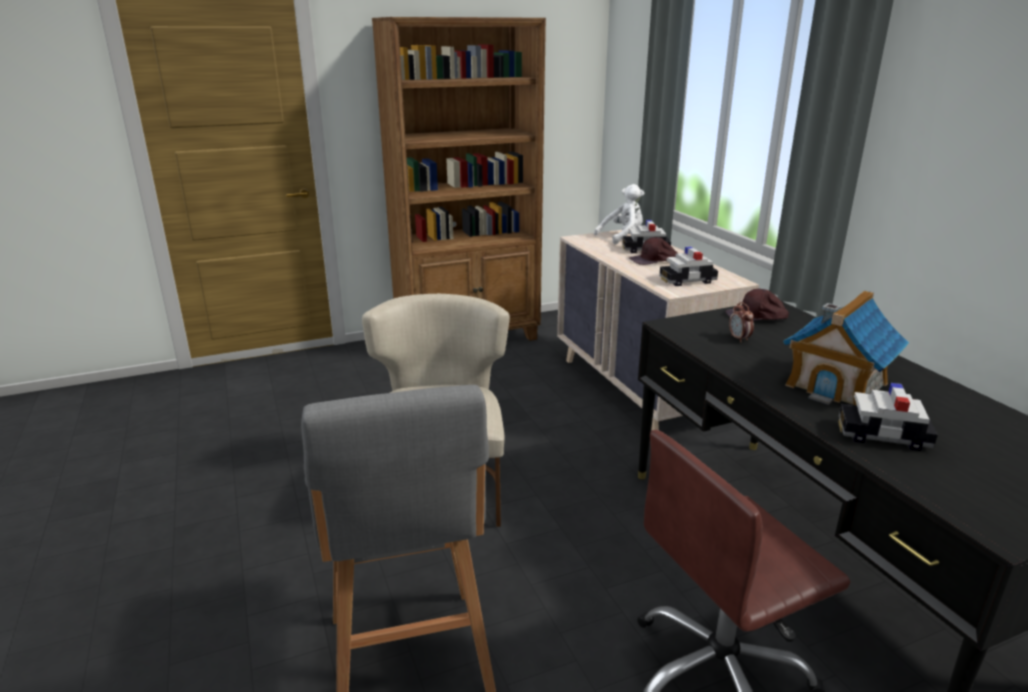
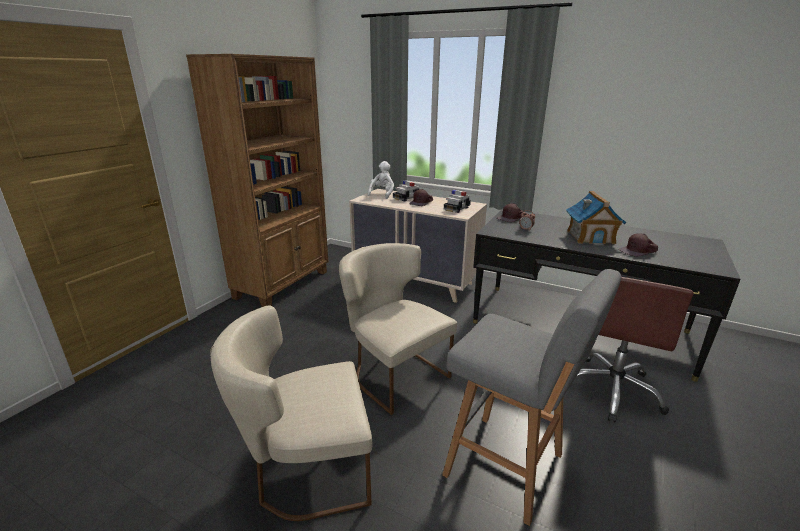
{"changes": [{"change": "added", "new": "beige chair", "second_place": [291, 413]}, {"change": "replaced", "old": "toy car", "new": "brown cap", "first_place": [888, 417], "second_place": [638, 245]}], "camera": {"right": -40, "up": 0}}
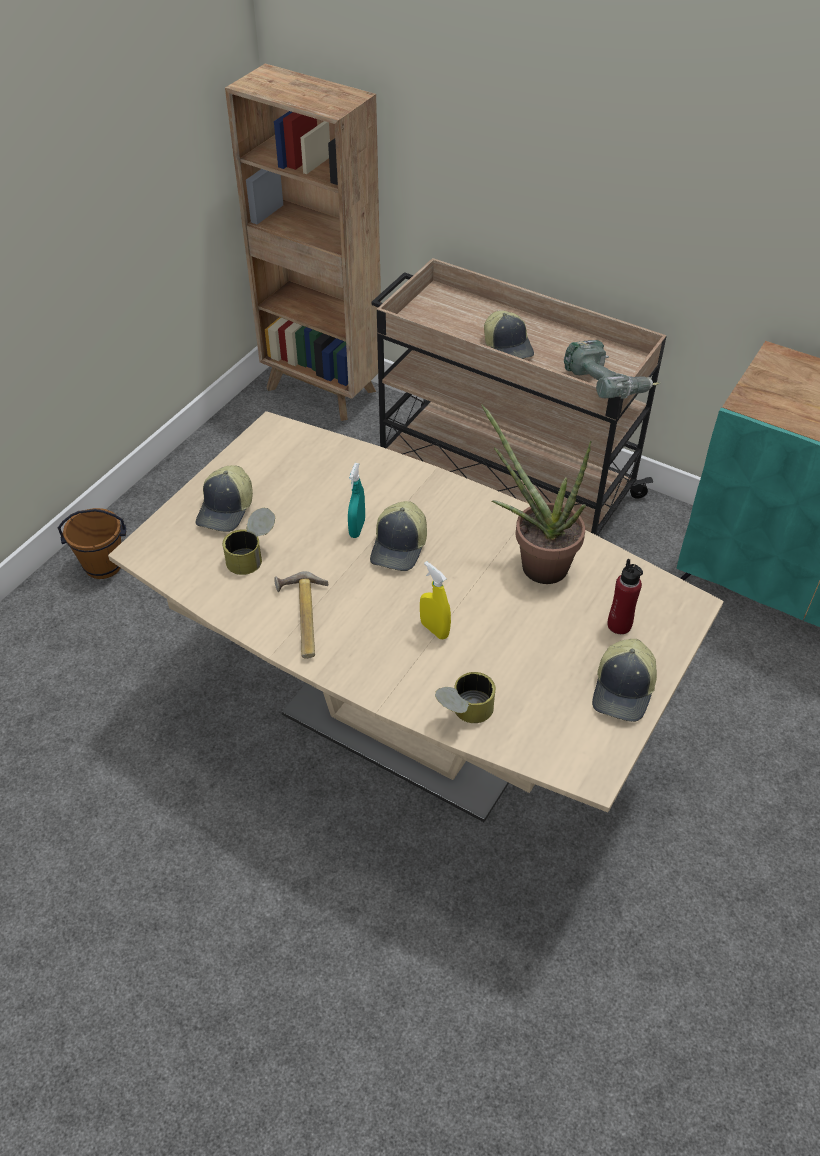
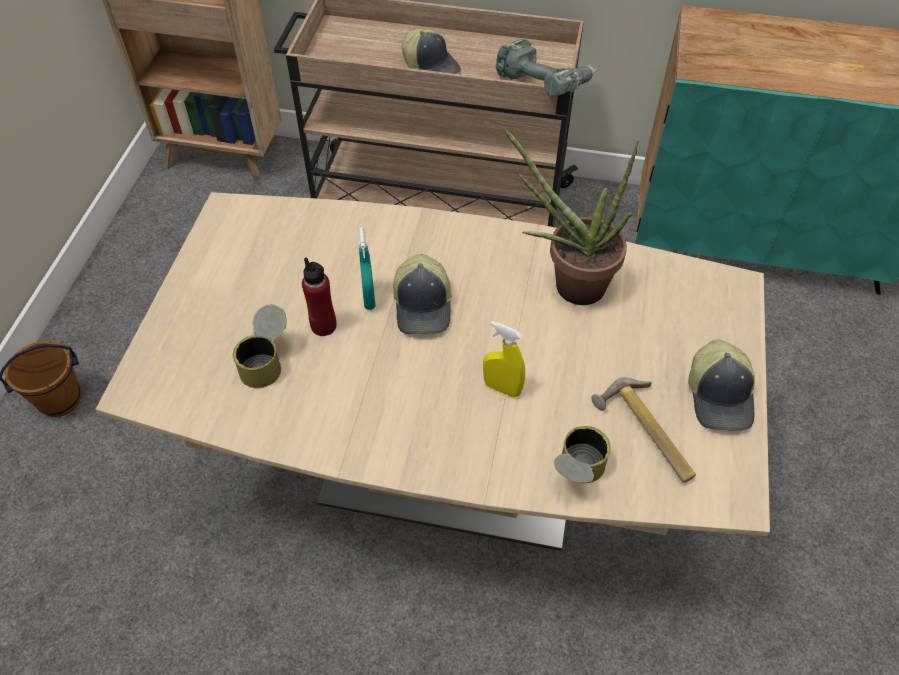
{"changes": [{"change": "removed", "old": "cap", "first_place": [224, 498]}, {"change": "moved", "old": "hammer", "first_place": [301, 615], "second_place": [643, 430]}, {"change": "moved", "old": "red bottle", "first_place": [625, 596], "second_place": [319, 297]}], "camera": {"right": -20, "up": 5}}
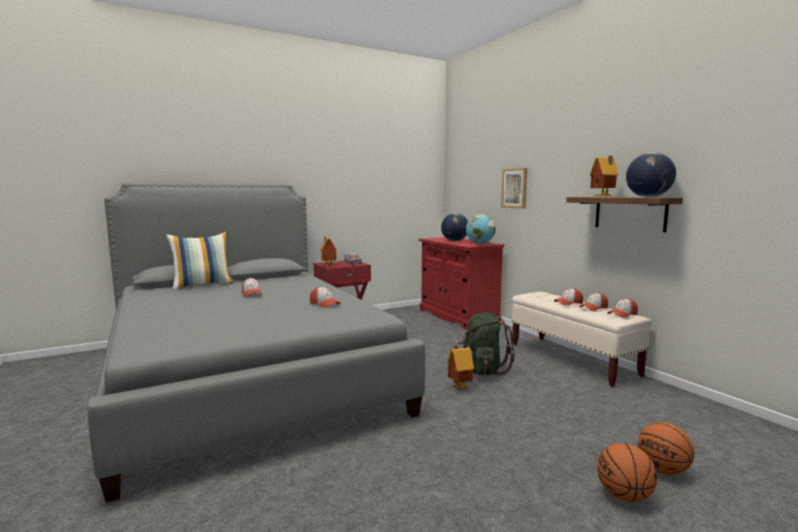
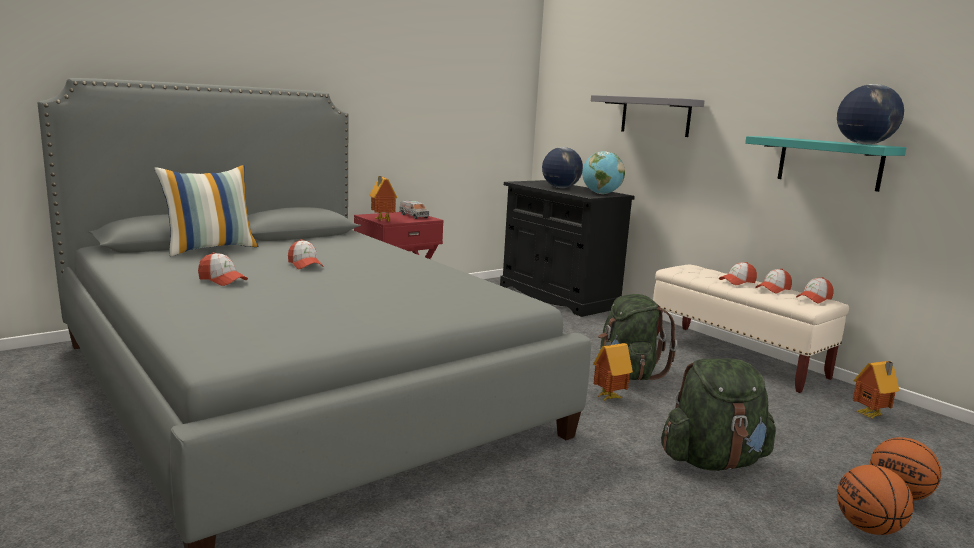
{"changes": [{"change": "added", "new": "green backpack", "second_place": [718, 415]}, {"change": "moved", "old": "cap", "first_place": [325, 297], "second_place": [223, 269]}, {"change": "moved", "old": "toy house", "first_place": [604, 176], "second_place": [876, 390]}, {"change": "replaced", "old": "picture", "new": "grey shelf", "first_place": [514, 188], "second_place": [648, 116]}, {"change": "recoloured", "old": "red cabinet", "new": "black cabinet", "first_place": [461, 283], "second_place": [567, 248]}, {"change": "recoloured", "old": "brown shelf", "new": "turquoise shelf", "first_place": [624, 214], "second_place": [825, 164]}], "camera": {"right": -10, "up": 5}}
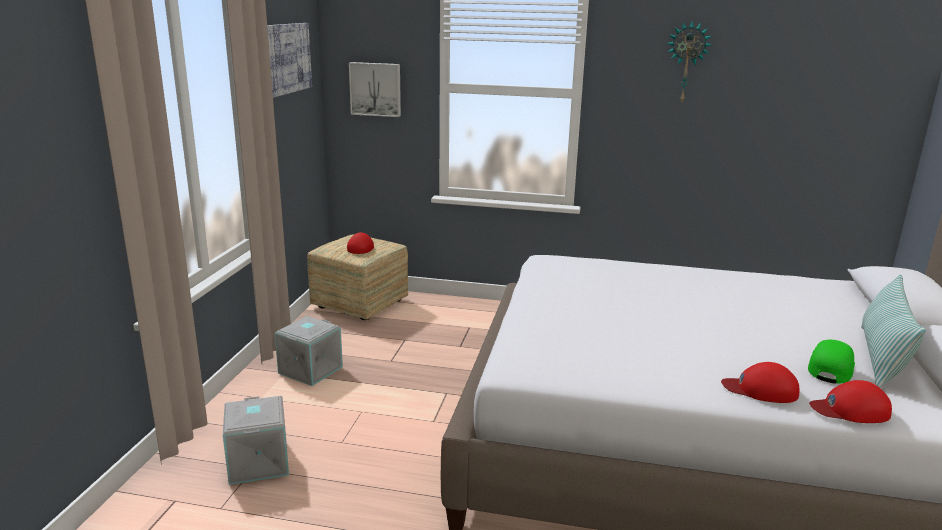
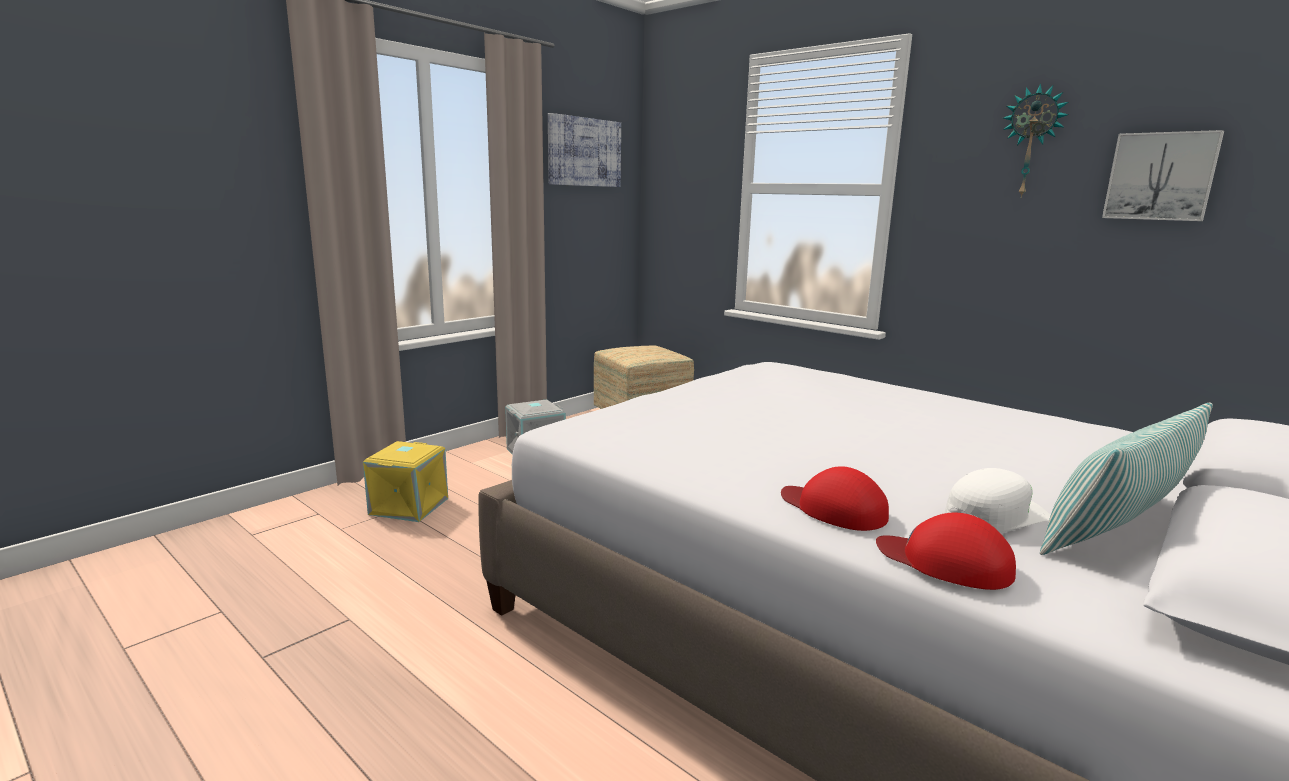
{"changes": [{"change": "removed", "old": "red cap", "first_place": [360, 243]}, {"change": "moved", "old": "picture", "first_place": [375, 89], "second_place": [1163, 175]}, {"change": "recoloured", "old": "grey storage box", "new": "yellow storage box", "first_place": [256, 440], "second_place": [405, 481]}, {"change": "recoloured", "old": "green cap", "new": "white cap", "first_place": [831, 362], "second_place": [998, 500]}], "camera": {"right": 30, "up": -5}}
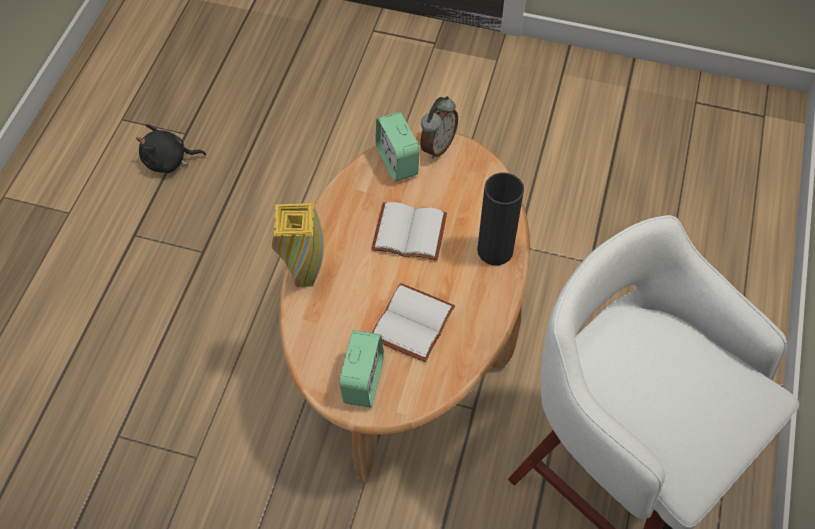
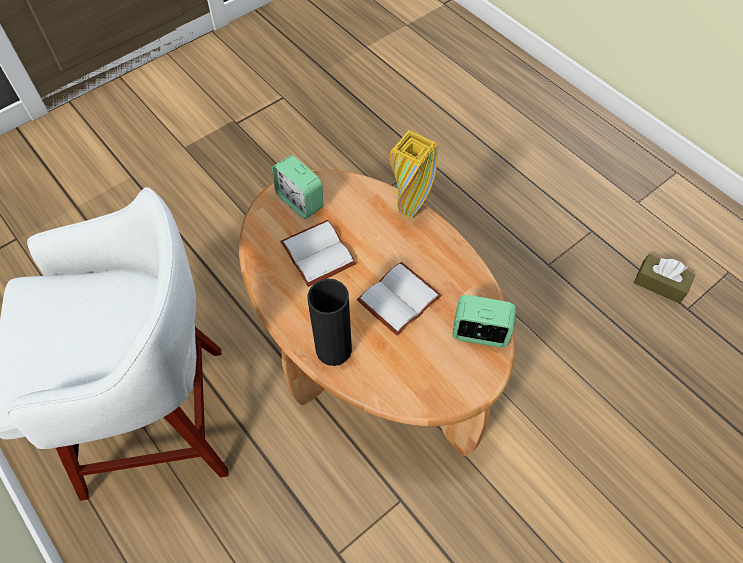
{"changes": [{"change": "removed", "old": "alarm clock", "first_place": [439, 127]}, {"change": "replaced", "old": "black plush toy", "new": "brown tissue box", "first_place": [171, 148], "second_place": [664, 279]}], "camera": {"right": 125, "up": 0}}
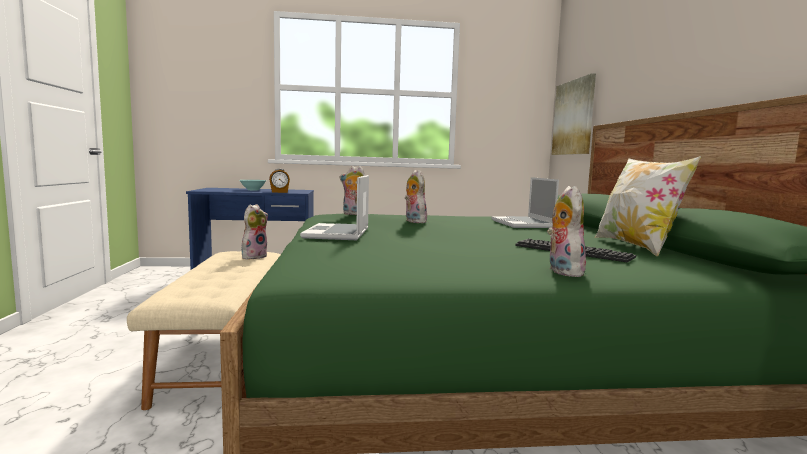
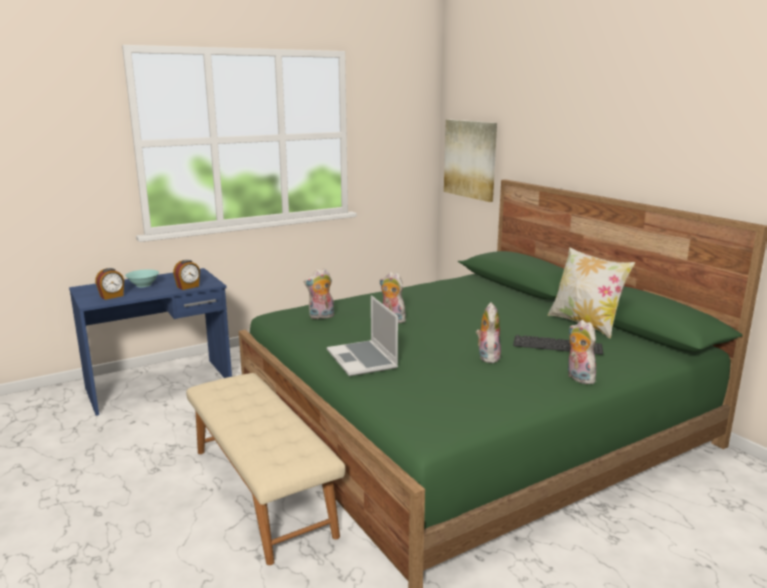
{"changes": [{"change": "removed", "old": "laptop", "first_place": [525, 202]}, {"change": "added", "new": "alarm clock", "second_place": [109, 284]}, {"change": "moved", "old": "plush toy", "first_place": [255, 231], "second_place": [488, 333]}], "camera": {"right": -25, "up": 10}}
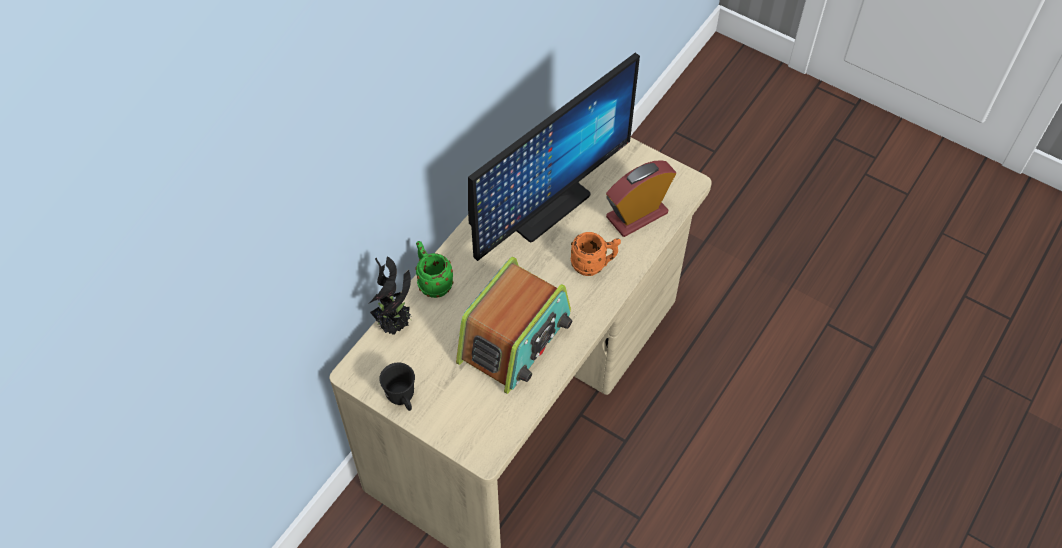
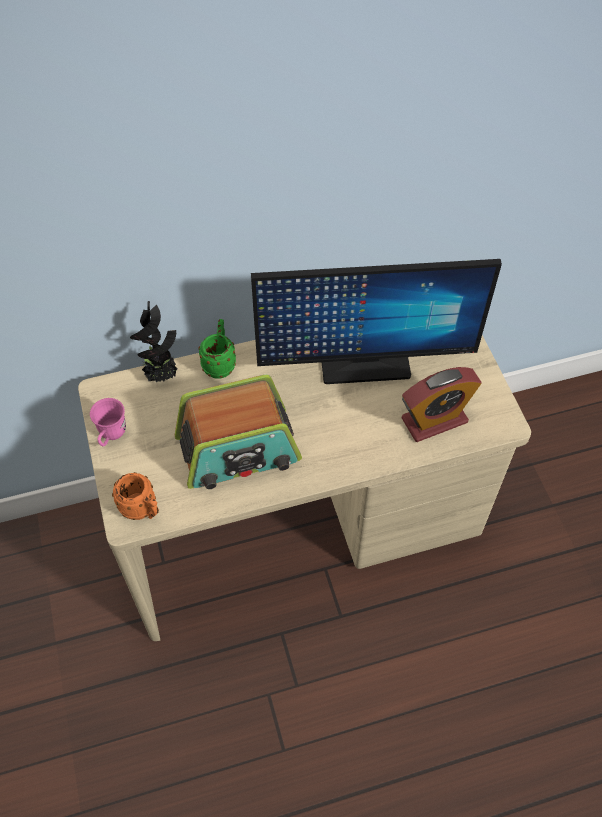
{"changes": [{"change": "moved", "old": "orange mug", "first_place": [596, 254], "second_place": [135, 496]}, {"change": "recoloured", "old": "black mug", "new": "pink mug", "first_place": [397, 387], "second_place": [108, 422]}, {"change": "turned", "old": "alarm clock", "first_place": [641, 198], "second_place": [442, 404], "degrees": 150}], "camera": {"right": 40, "up": 0}}
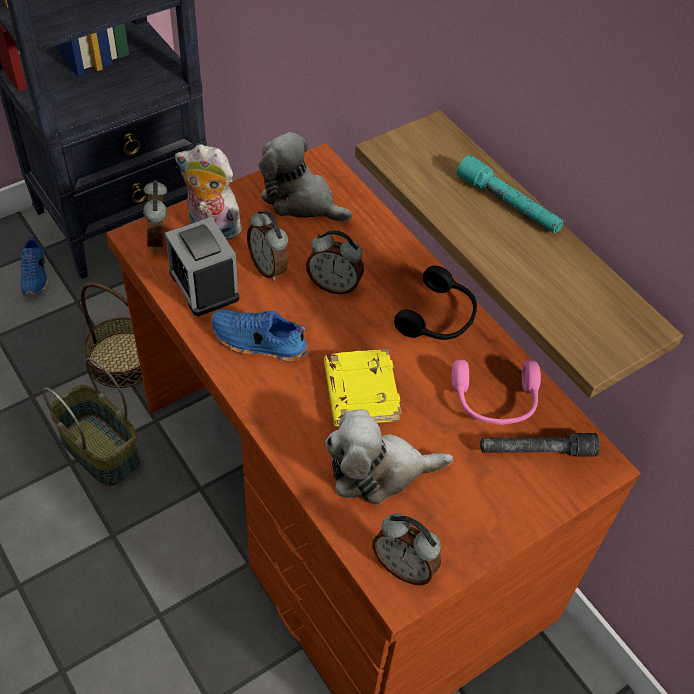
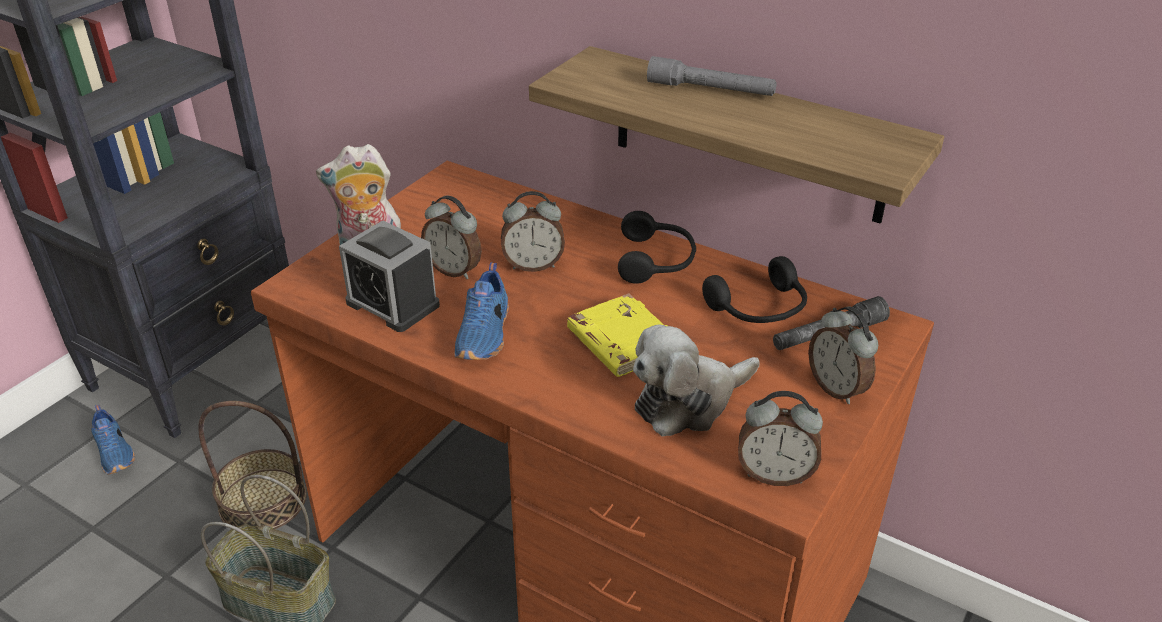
{"changes": [{"change": "removed", "old": "plush toy", "first_place": [305, 177]}, {"change": "moved", "old": "alarm clock", "first_place": [155, 216], "second_place": [843, 355]}, {"change": "recoloured", "old": "pink headphones", "new": "black headphones", "first_place": [496, 392], "second_place": [754, 289]}, {"change": "recoloured", "old": "turquoise flashlight", "new": "grey flashlight", "first_place": [510, 194], "second_place": [712, 76]}, {"change": "turned", "old": "blue shoe", "first_place": [259, 335], "second_place": [481, 311], "degrees": -75}], "camera": {"right": -20, "up": -15}}
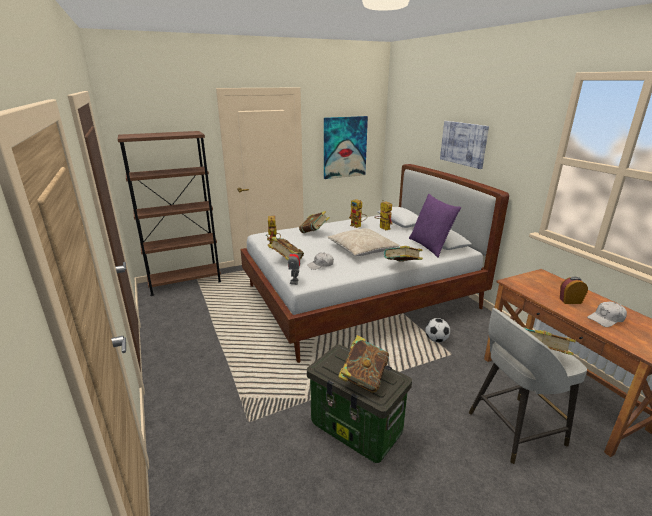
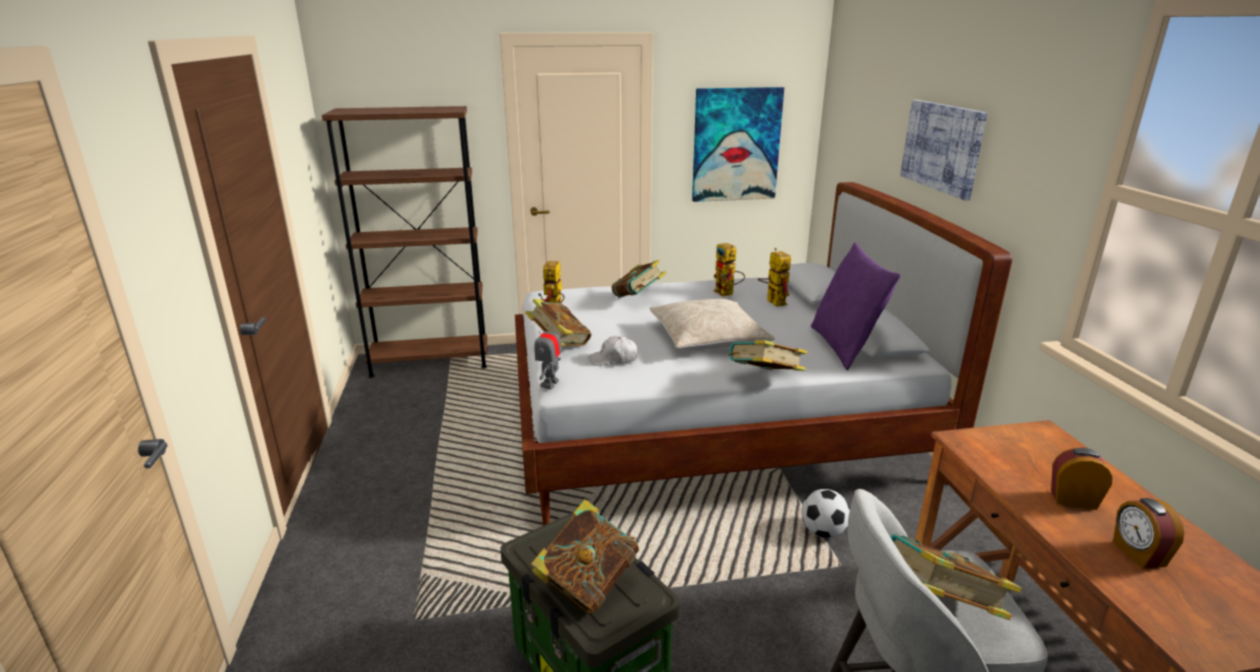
{"changes": [{"change": "replaced", "old": "white cap", "new": "alarm clock", "first_place": [607, 314], "second_place": [1148, 533]}], "camera": {"right": 15, "up": 0}}
